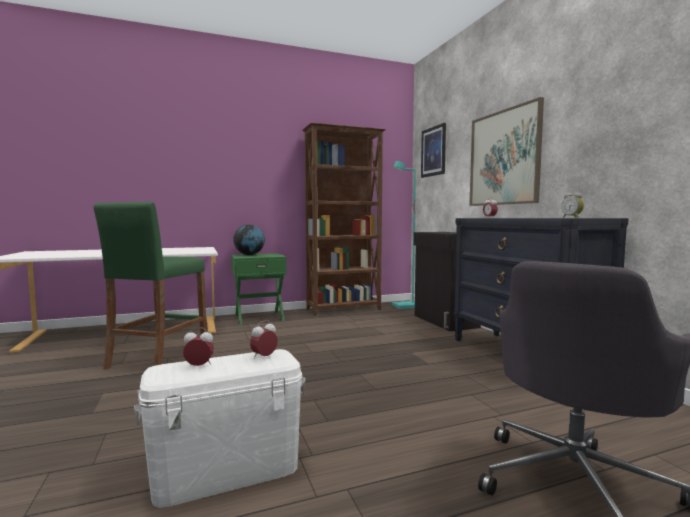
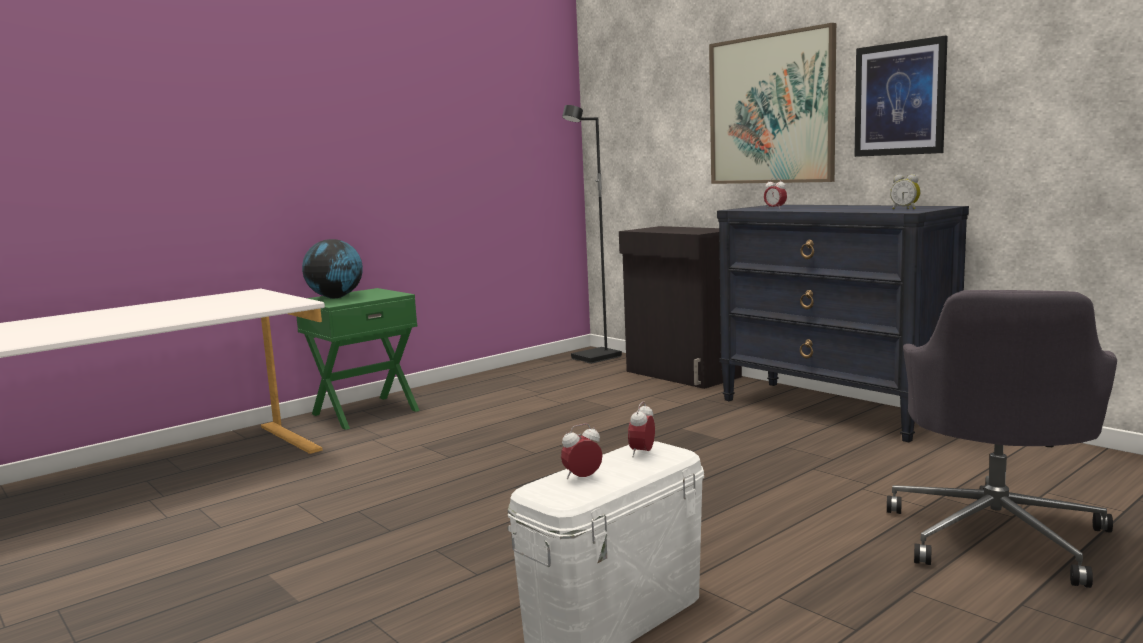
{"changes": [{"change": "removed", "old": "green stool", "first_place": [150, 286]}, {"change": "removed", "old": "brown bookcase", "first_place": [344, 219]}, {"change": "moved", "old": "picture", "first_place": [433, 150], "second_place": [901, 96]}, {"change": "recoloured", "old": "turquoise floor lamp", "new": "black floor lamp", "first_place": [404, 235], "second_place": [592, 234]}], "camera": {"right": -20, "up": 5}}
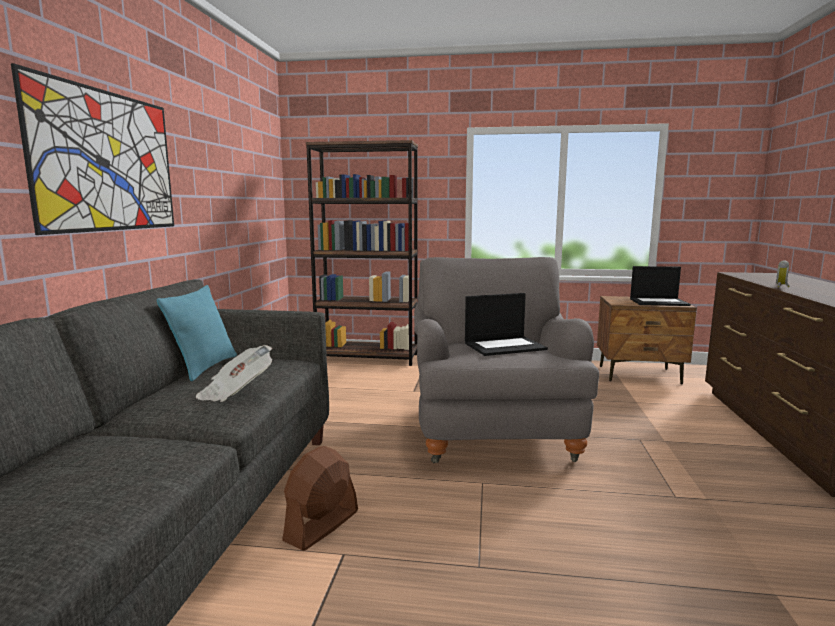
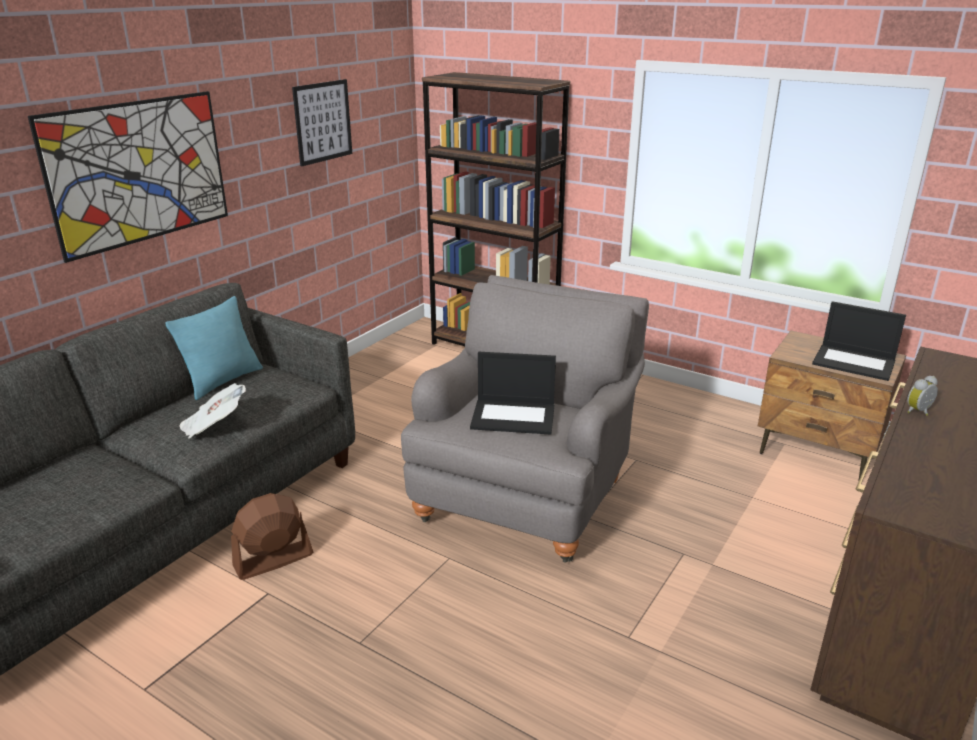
{"changes": [{"change": "added", "new": "picture", "second_place": [322, 122]}], "camera": {"right": 25, "up": 15}}
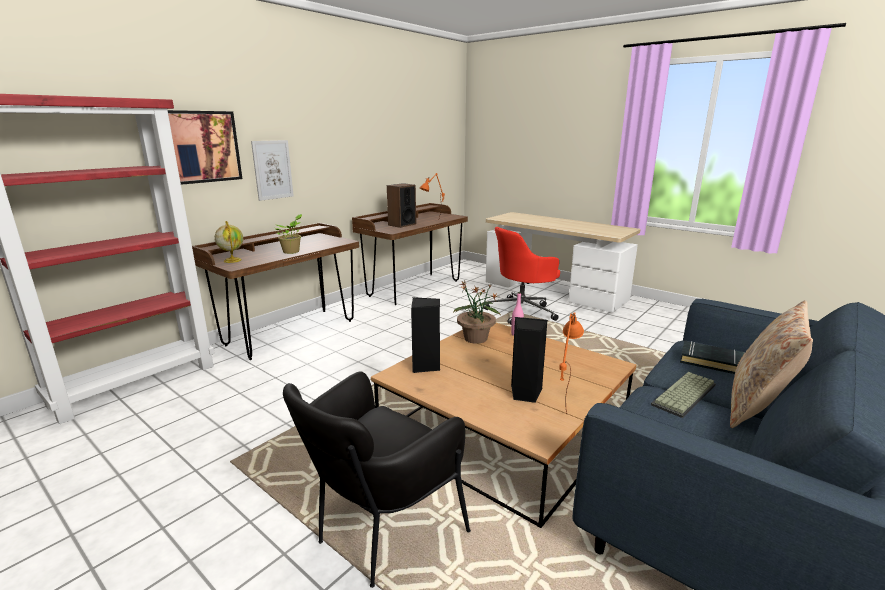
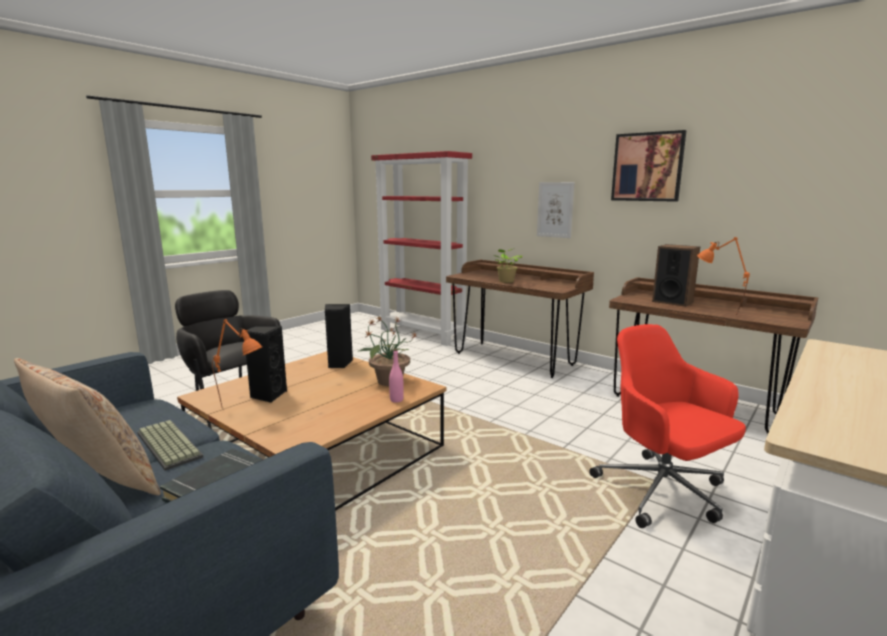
{"changes": [{"change": "removed", "old": "globe", "first_place": [229, 242]}, {"change": "moved", "old": "picture", "first_place": [205, 147], "second_place": [649, 166]}], "camera": {"right": 90, "up": -5}}
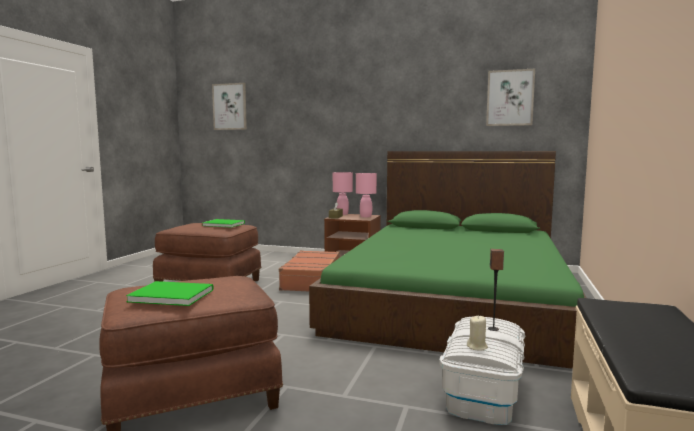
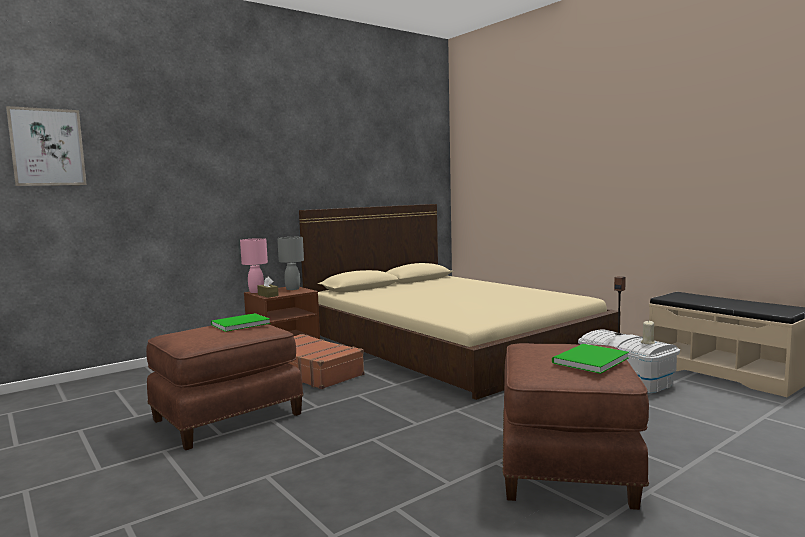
{"changes": [{"change": "removed", "old": "picture", "first_place": [510, 97]}, {"change": "recoloured", "old": "green bed", "new": "beige bed", "first_place": [448, 260], "second_place": [459, 302]}, {"change": "recoloured", "old": "pink table lamp", "new": "grey table lamp", "first_place": [366, 195], "second_place": [290, 263]}], "camera": {"right": -55, "up": 0}}
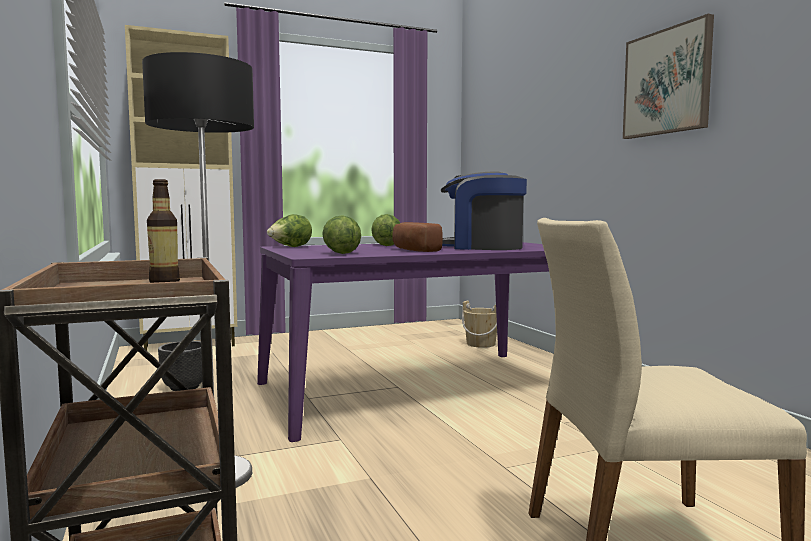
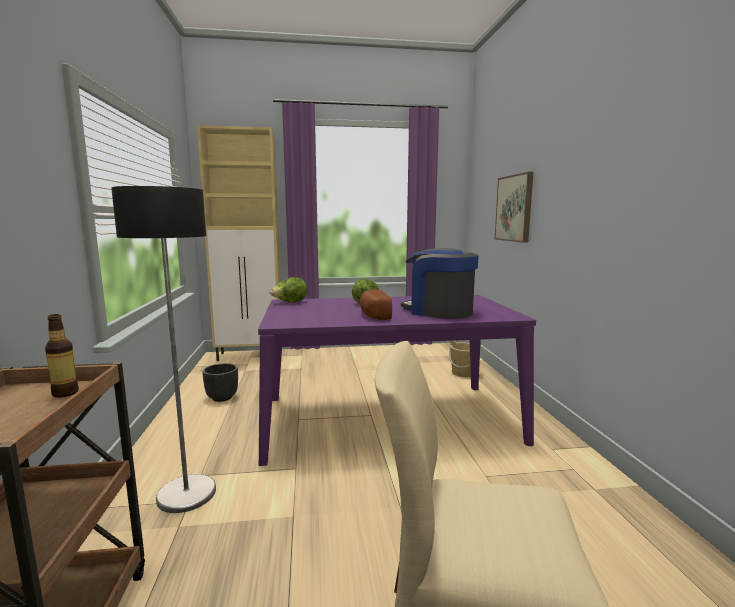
{"changes": [{"change": "removed", "old": "lettuce", "first_place": [341, 234]}, {"change": "moved", "old": "picture", "first_place": [668, 76], "second_place": [514, 207]}], "camera": {"right": 15, "up": 5}}
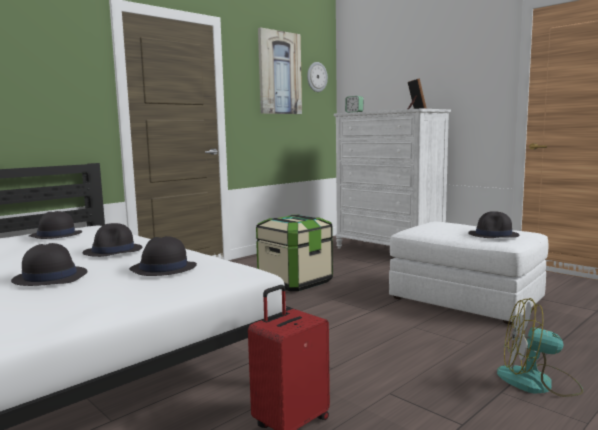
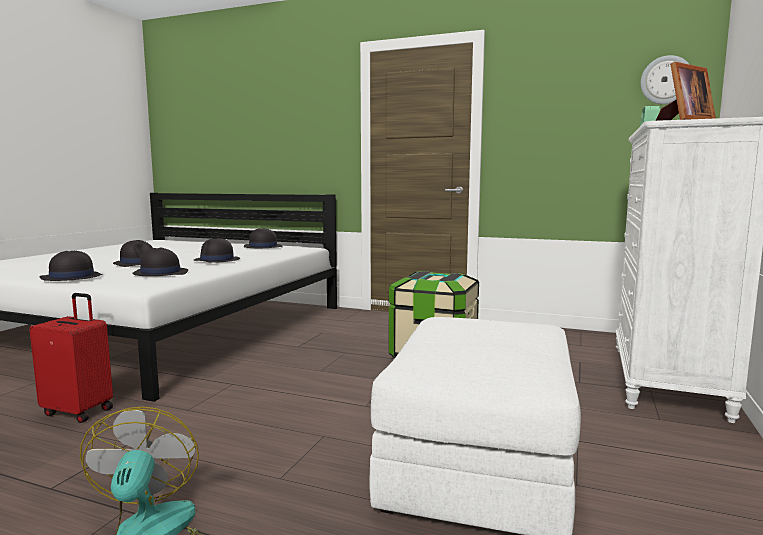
{"changes": [{"change": "removed", "old": "picture", "first_place": [280, 70]}, {"change": "moved", "old": "black hat", "first_place": [494, 224], "second_place": [71, 266]}], "camera": {"right": 65, "up": 0}}
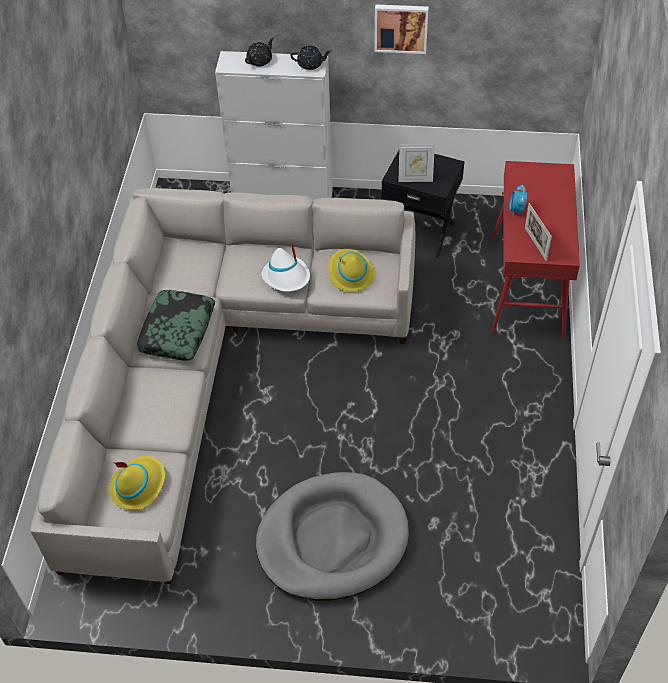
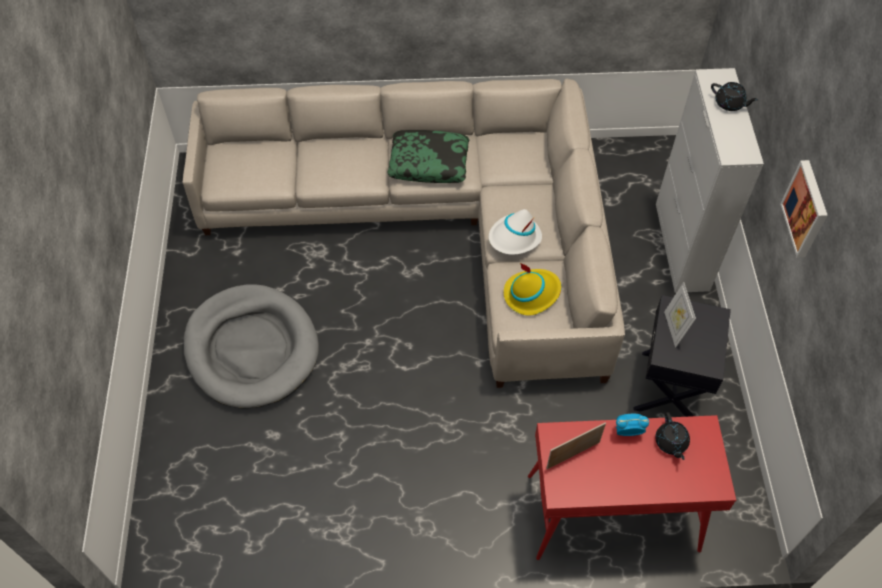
{"changes": [{"change": "removed", "old": "yellow hat", "first_place": [137, 483]}, {"change": "moved", "old": "black teapot", "first_place": [310, 58], "second_place": [672, 436]}], "camera": {"right": 80, "up": 5}}
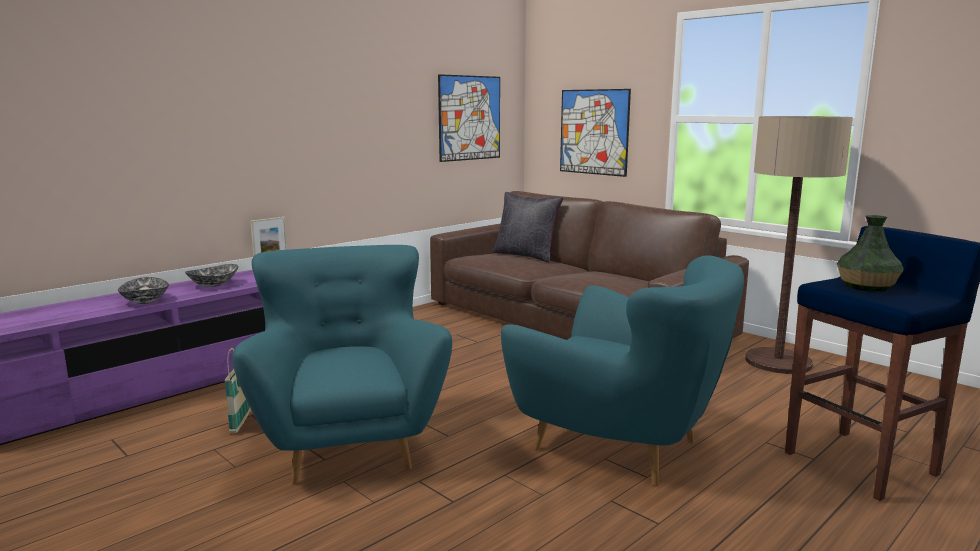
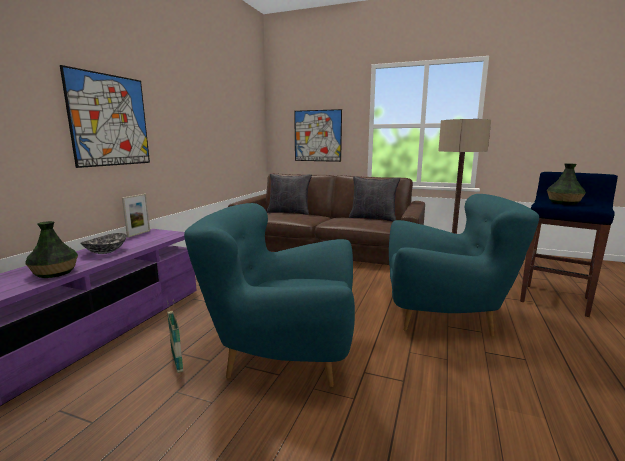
{"changes": [{"change": "added", "new": "black pillow", "second_place": [374, 199]}, {"change": "moved", "old": "picture", "first_place": [469, 118], "second_place": [105, 116]}, {"change": "replaced", "old": "bowl", "new": "vase", "first_place": [143, 290], "second_place": [51, 249]}, {"change": "turned", "old": "turquoise armchair", "first_place": [342, 365], "second_place": [269, 295], "degrees": -45}], "camera": {"right": -25, "up": 0}}
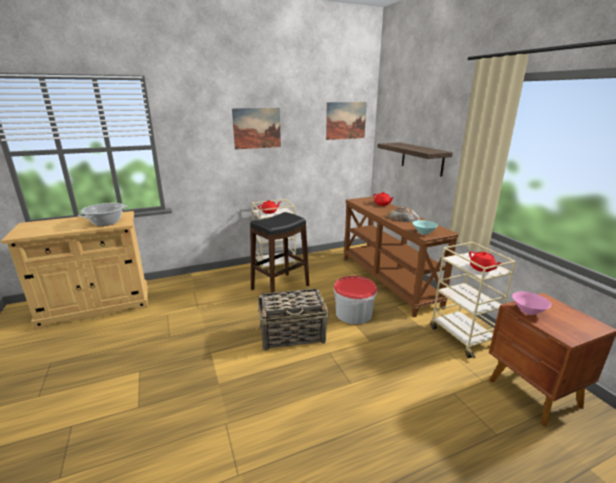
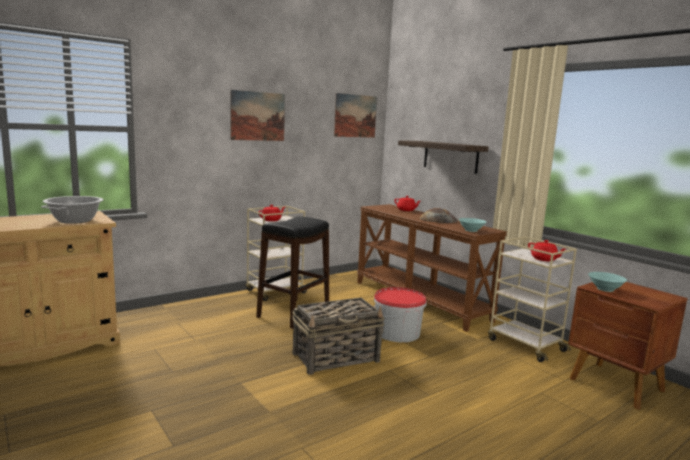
{"changes": [{"change": "recoloured", "old": "pink bowl", "new": "turquoise bowl", "first_place": [531, 303], "second_place": [607, 282]}], "camera": {"right": -15, "up": -10}}
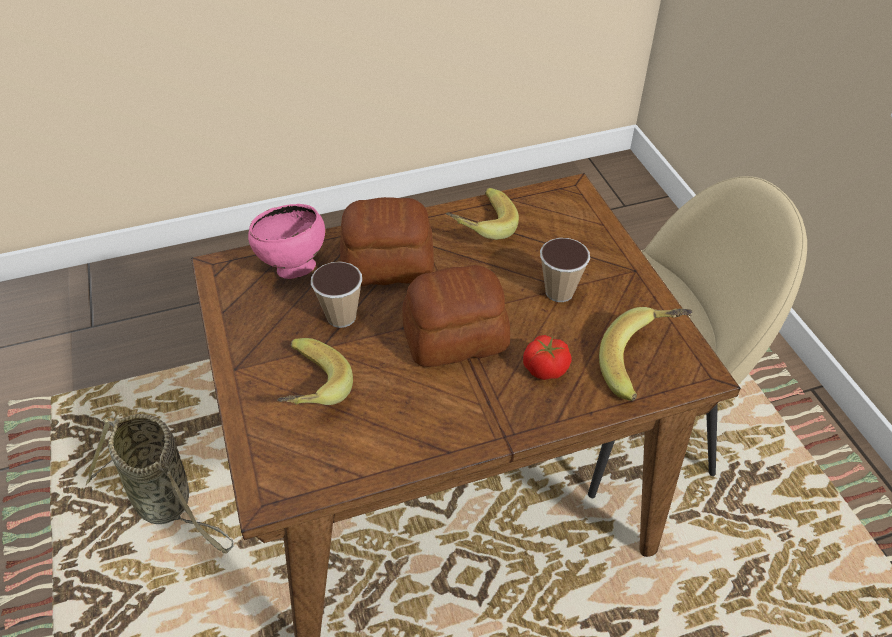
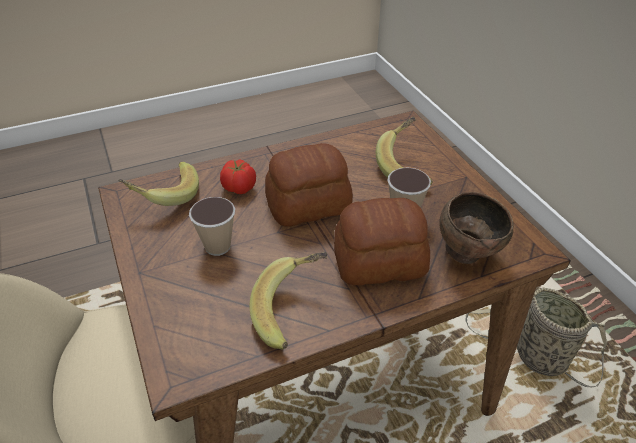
{"changes": [{"change": "recoloured", "old": "pink bowl", "new": "brown bowl", "first_place": [286, 241], "second_place": [476, 228]}], "camera": {"right": 175, "up": -5}}
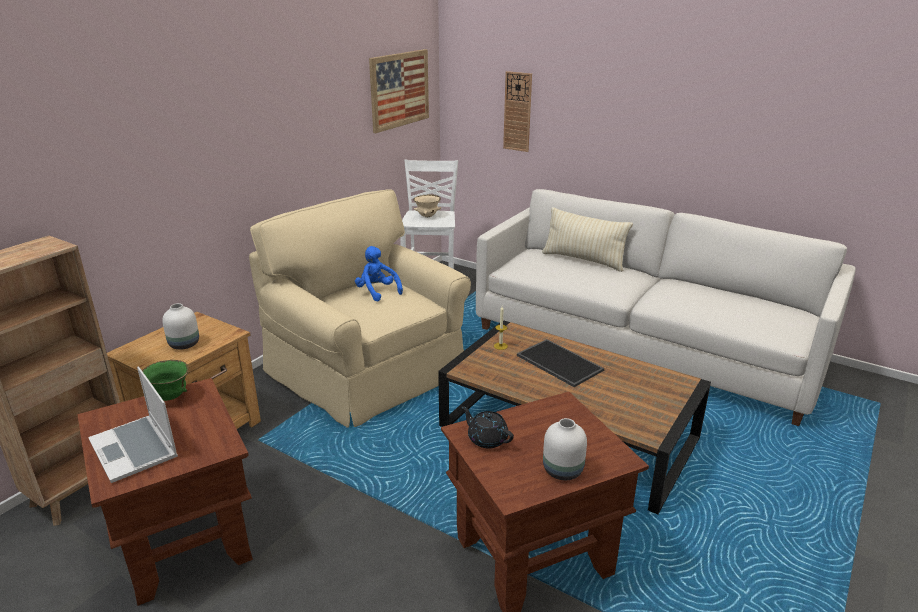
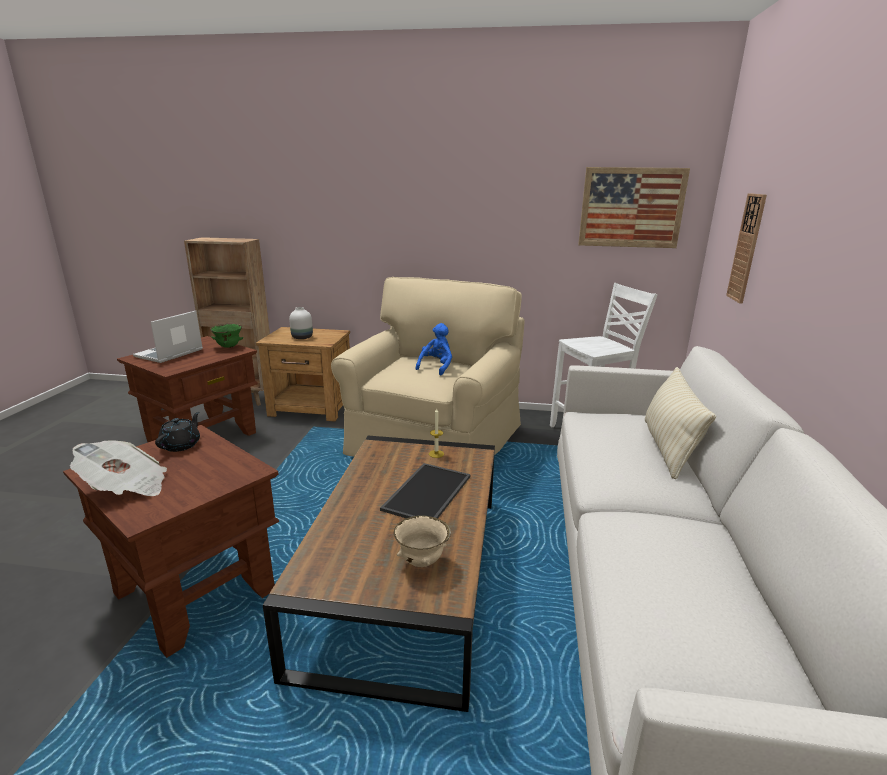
{"changes": [{"change": "moved", "old": "beige bowl", "first_place": [427, 206], "second_place": [422, 541]}, {"change": "replaced", "old": "white vase", "new": "newspaper", "first_place": [565, 449], "second_place": [118, 468]}], "camera": {"right": 65, "up": -5}}
